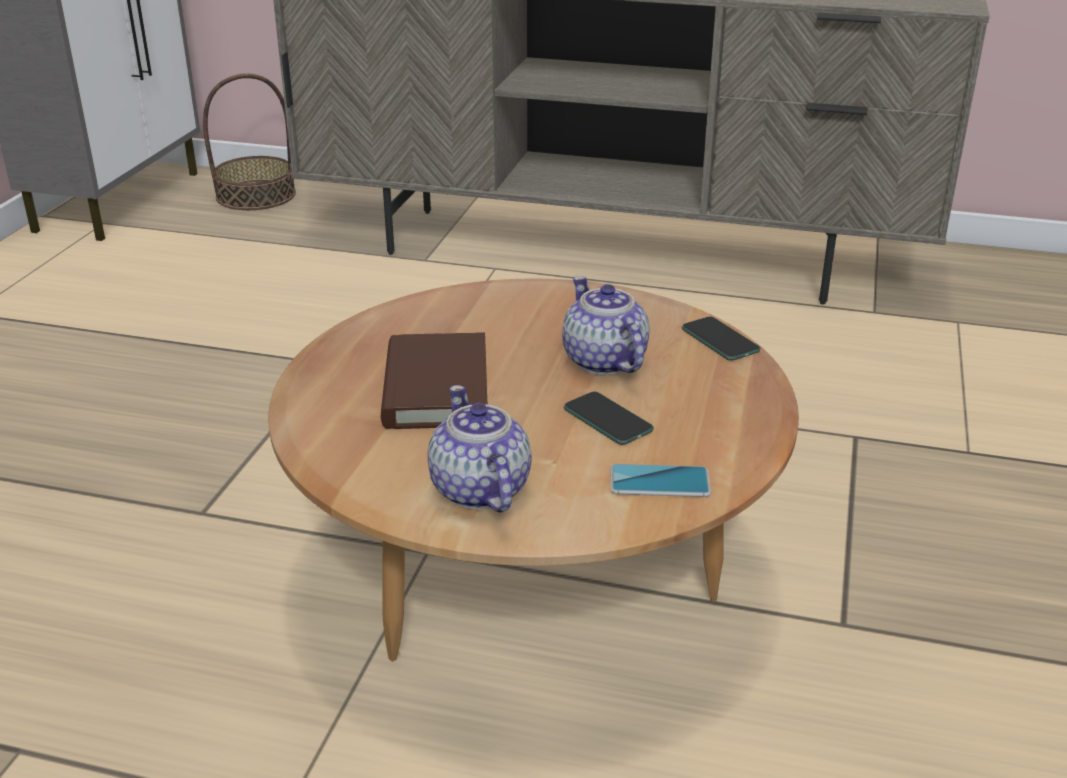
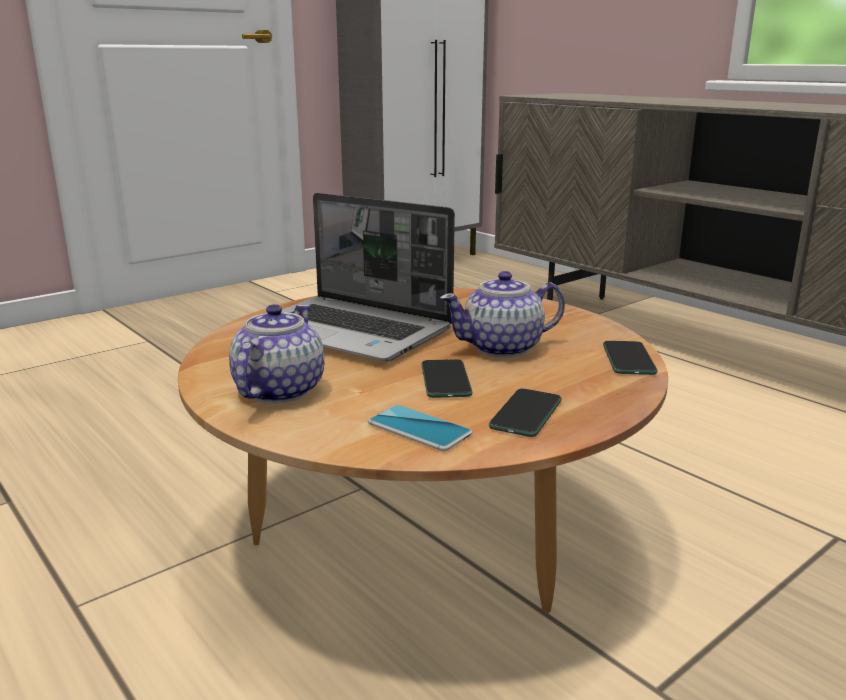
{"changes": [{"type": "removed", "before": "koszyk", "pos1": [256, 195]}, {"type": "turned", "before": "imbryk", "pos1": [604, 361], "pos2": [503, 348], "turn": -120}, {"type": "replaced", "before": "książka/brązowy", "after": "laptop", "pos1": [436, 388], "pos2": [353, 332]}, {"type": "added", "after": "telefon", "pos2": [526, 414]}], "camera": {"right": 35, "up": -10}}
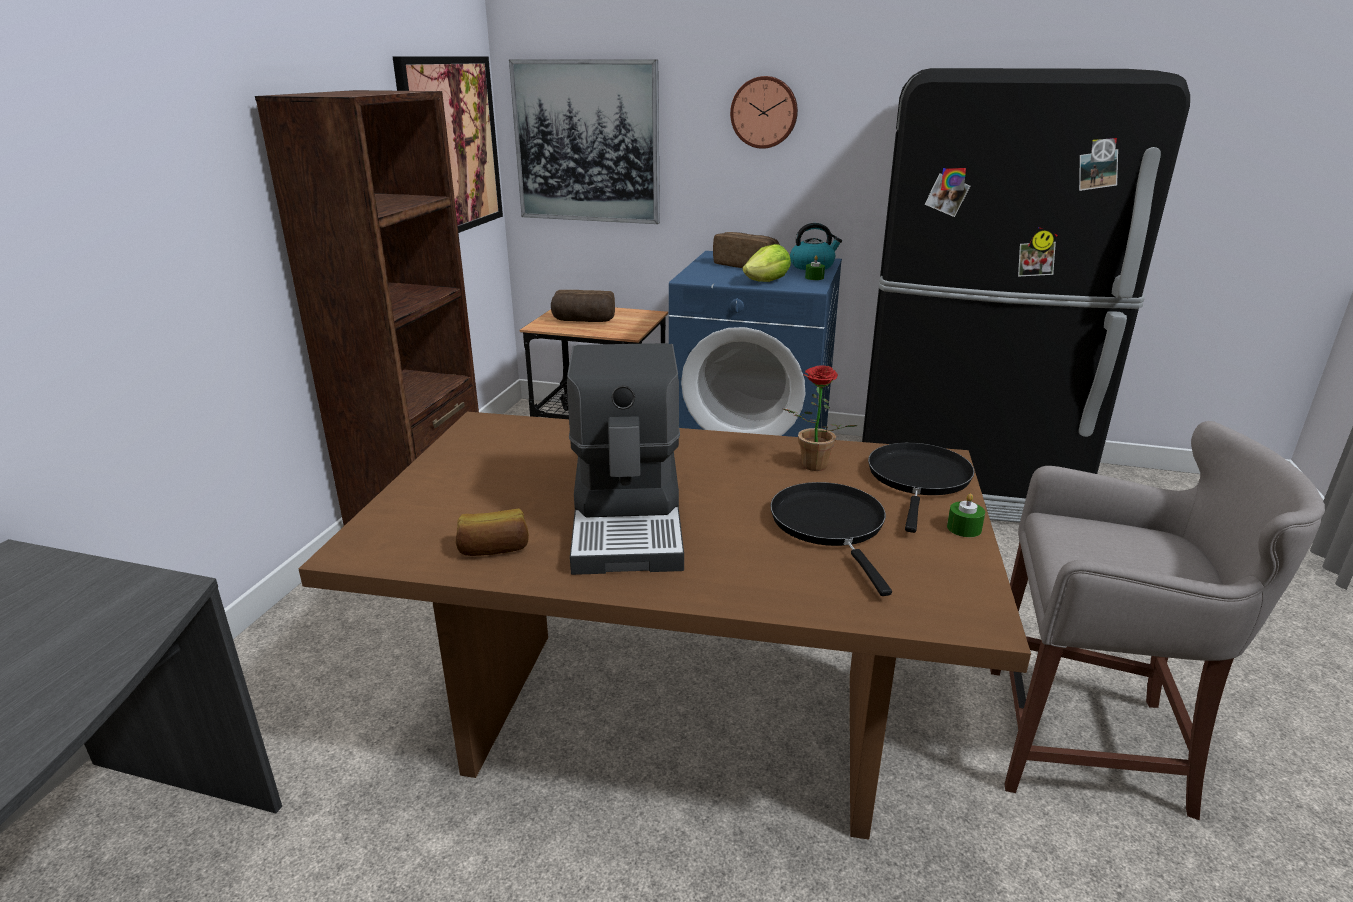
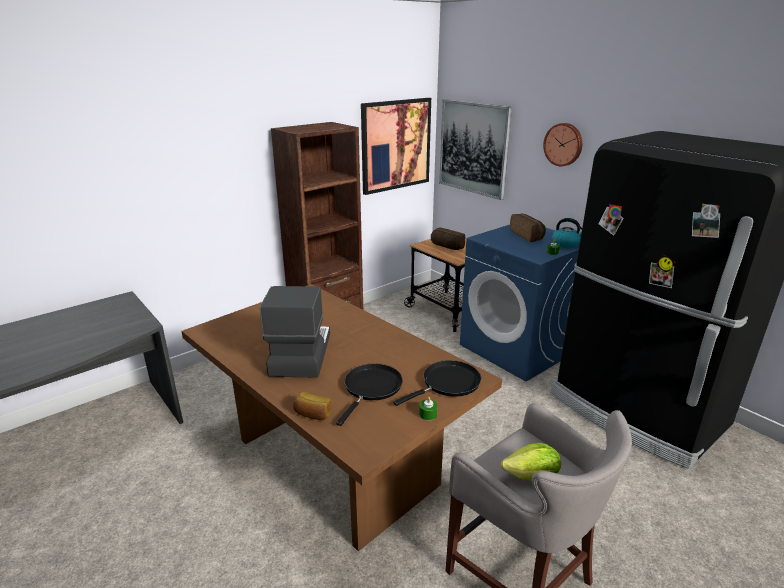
{"changes": [{"type": "moved", "before": "sałata", "pos1": [767, 282], "pos2": [532, 477]}, {"type": "turned", "before": "ekspres do kawy", "pos1": [630, 521], "pos2": [299, 354], "turn": 150}, {"type": "removed", "before": "roślina doniczkowa", "pos1": [811, 467]}, {"type": "moved", "before": "chleb", "pos1": [494, 549], "pos2": [312, 414]}], "camera": {"right": 35, "up": 0}}
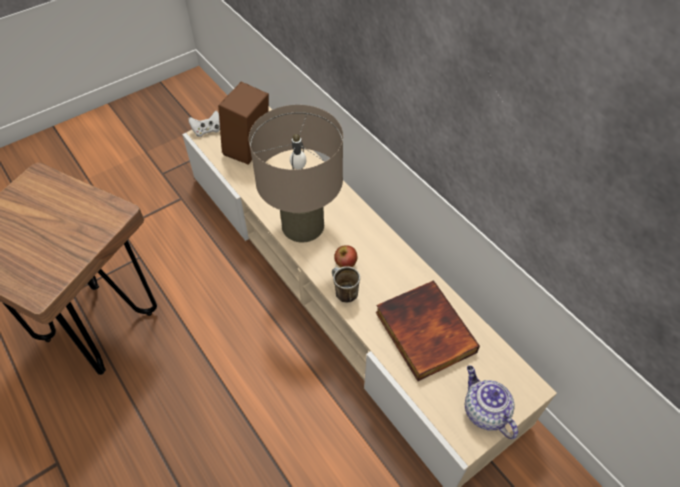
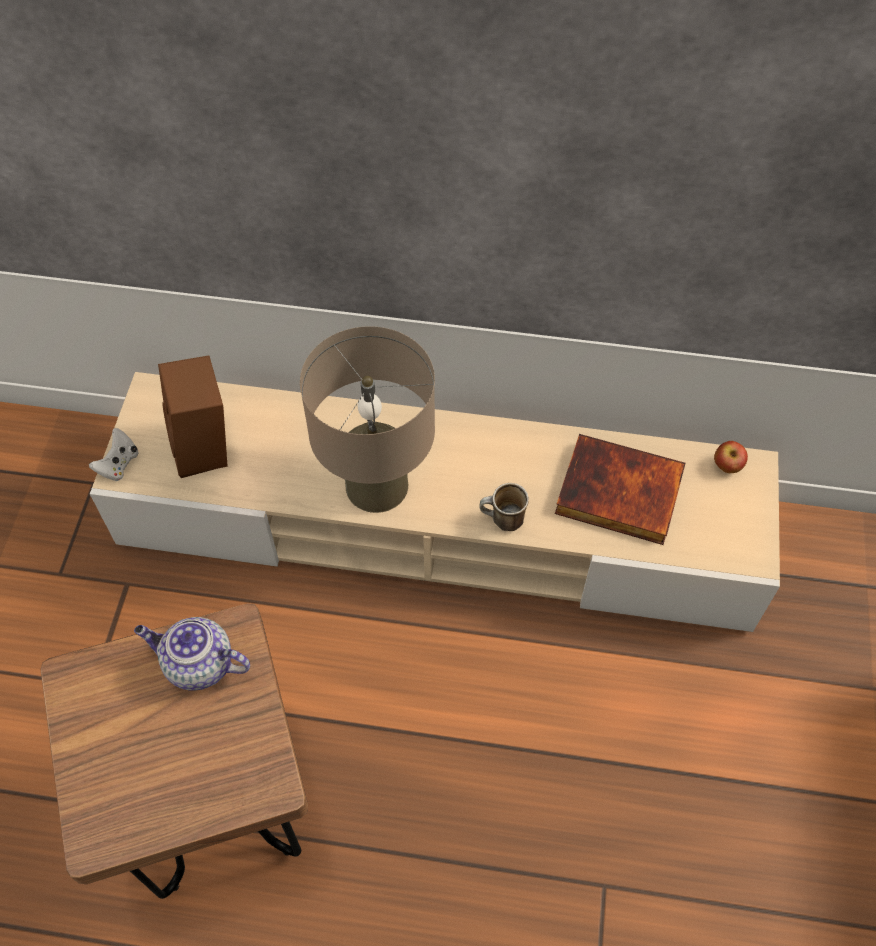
{"changes": [{"type": "moved", "before": "jabłko", "pos1": [345, 264], "pos2": [726, 467]}, {"type": "moved", "before": "imbryk", "pos1": [484, 411], "pos2": [198, 664]}], "camera": {"right": -45, "up": 5}}
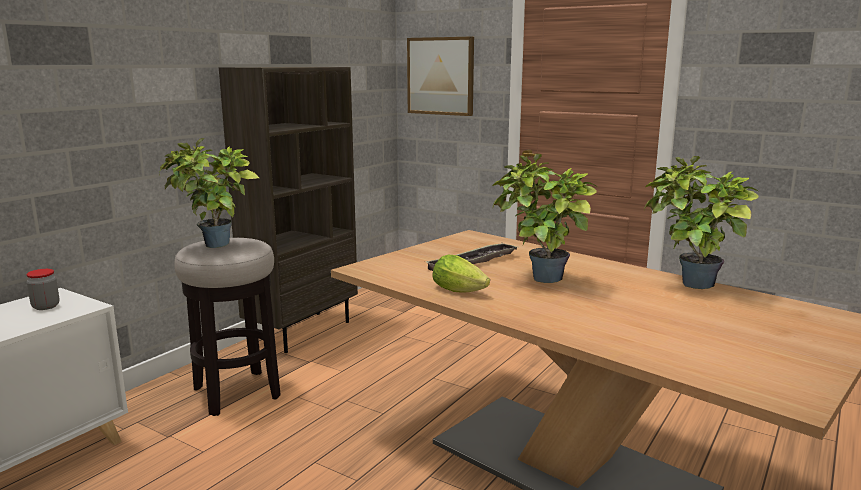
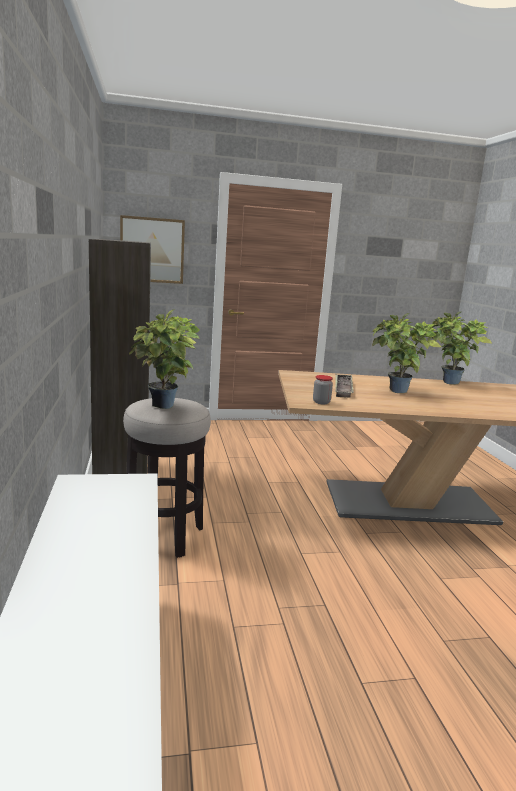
{"changes": [{"type": "removed", "before": "sałata", "pos1": [461, 291]}, {"type": "moved", "before": "słoik", "pos1": [46, 306], "pos2": [321, 402]}], "camera": {"right": -45, "up": 0}}
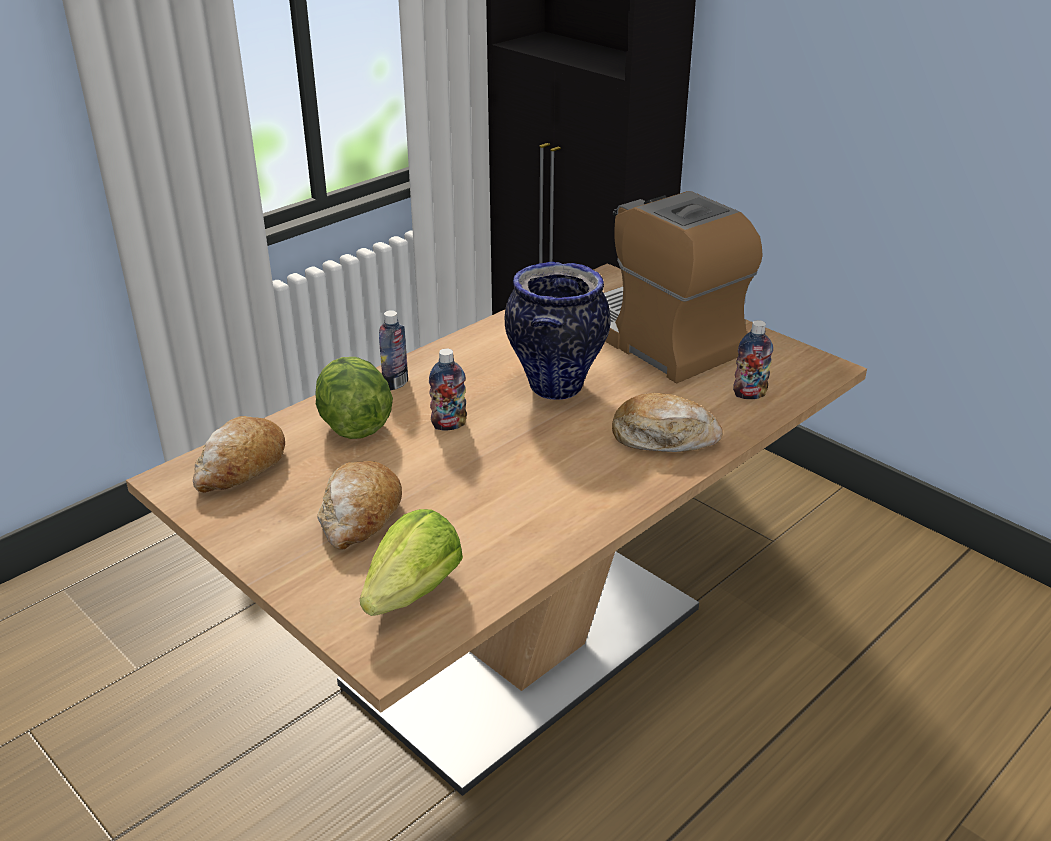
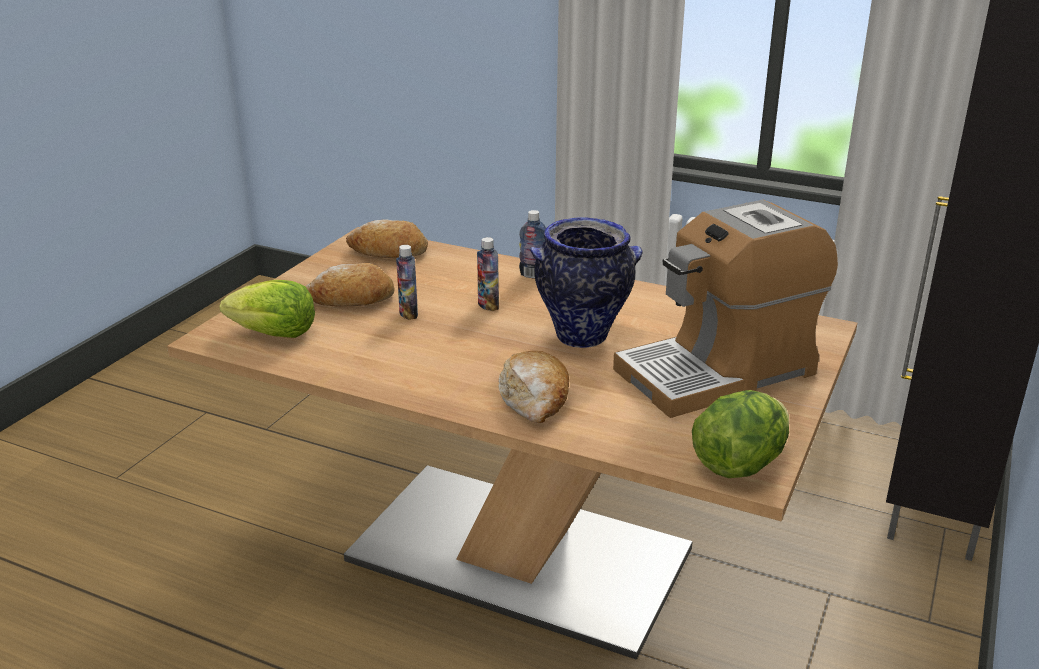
{"changes": [{"type": "turned", "before": "ekspres do kawy", "pos1": [658, 339], "pos2": [718, 371], "turn": -150}, {"type": "moved", "before": "butelka", "pos1": [749, 394], "pos2": [408, 314]}, {"type": "moved", "before": "sałata", "pos1": [354, 425], "pos2": [739, 464]}], "camera": {"right": 70, "up": -5}}
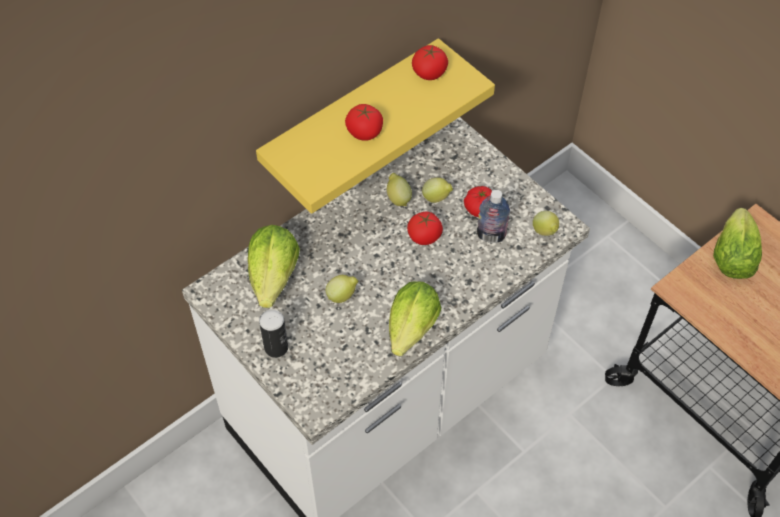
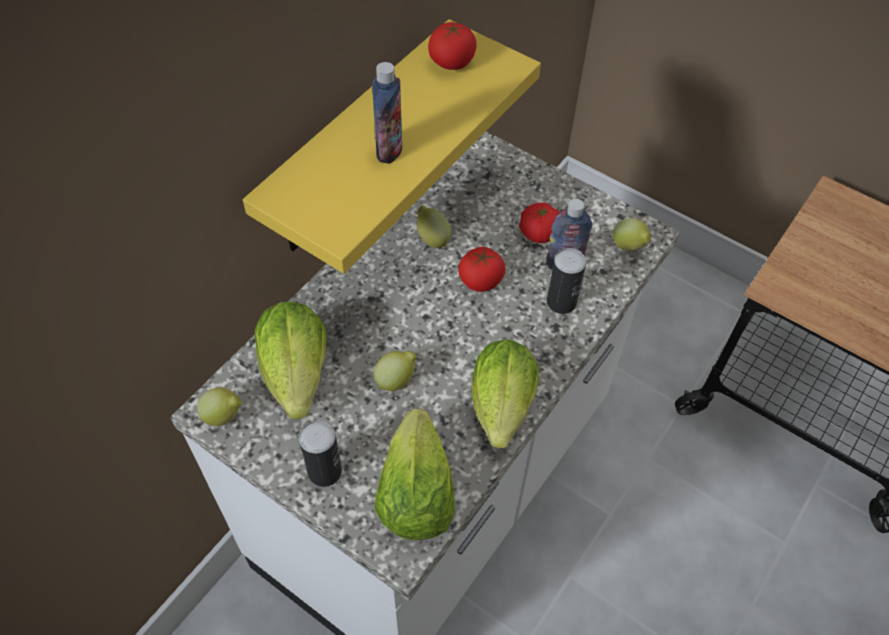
{"changes": [{"type": "replaced", "before": "pomidor", "after": "butelka", "pos1": [364, 132], "pos2": [389, 150]}, {"type": "moved", "before": "cytryna", "pos1": [437, 198], "pos2": [224, 416]}, {"type": "moved", "before": "sałata", "pos1": [732, 258], "pos2": [415, 495]}, {"type": "added", "after": "puszka", "pos2": [561, 302]}], "camera": {"right": -15, "up": 0}}
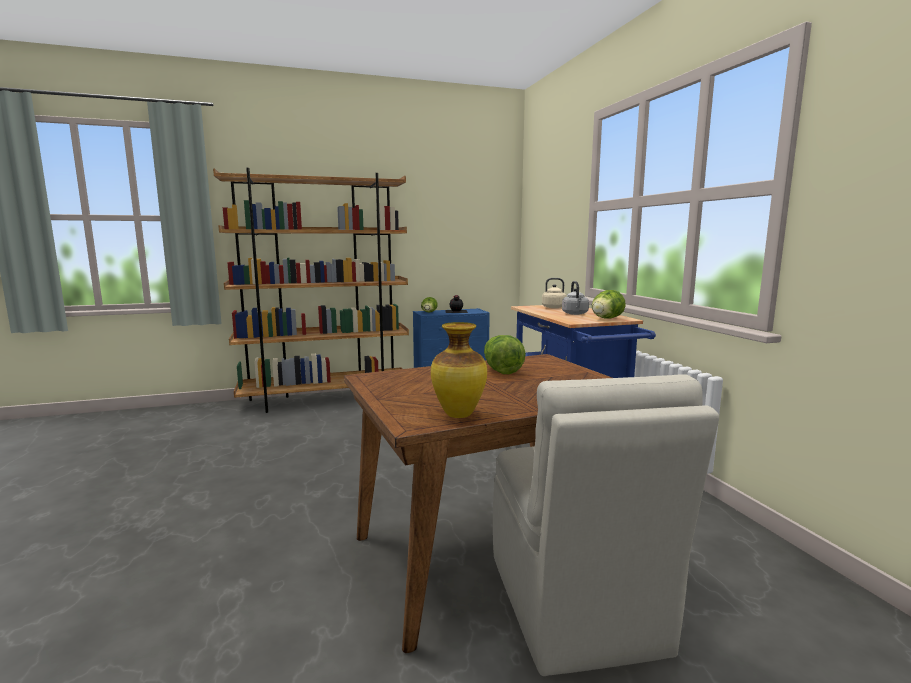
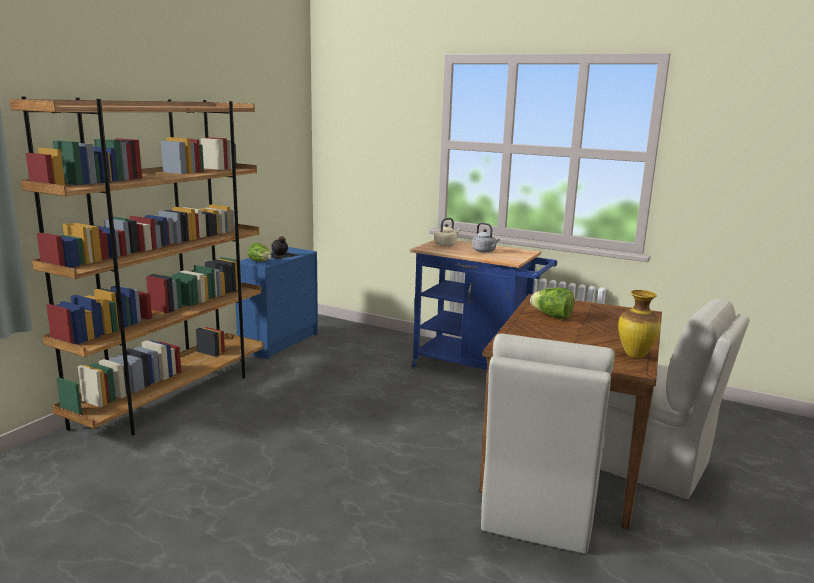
{"changes": [{"type": "removed", "before": "sałata", "pos1": [606, 319]}, {"type": "added", "after": "krzesło/beżowy", "pos2": [539, 507]}], "camera": {"right": -45, "up": 5}}
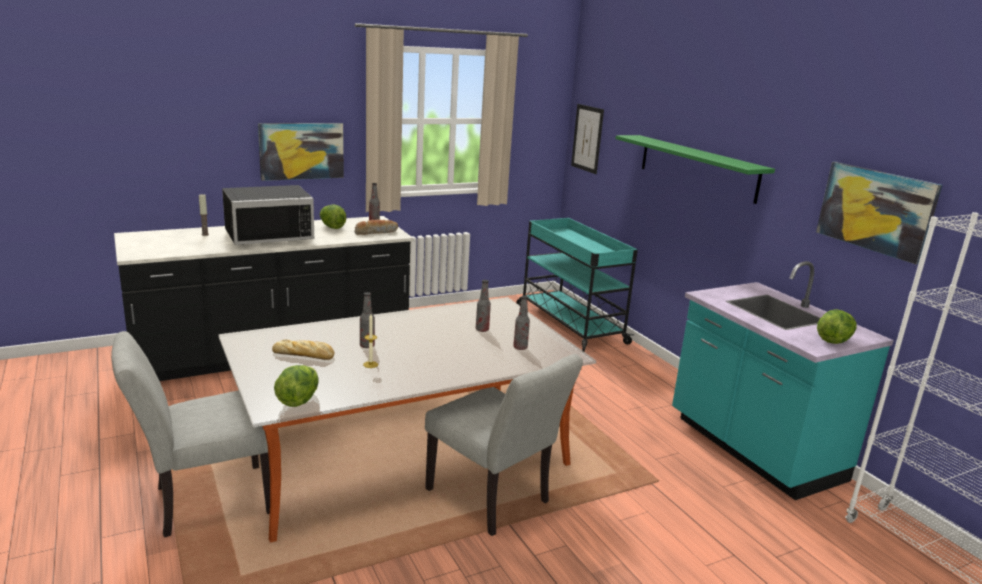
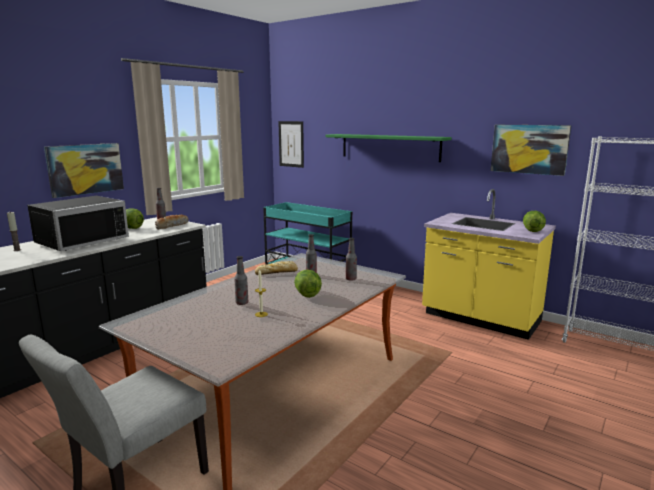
{"changes": [{"type": "recoloured", "before": "zabudowa kuchenna/turkusowy", "after": "zabudowa kuchenna/żółty", "pos1": [753, 449], "pos2": [480, 319]}, {"type": "moved", "before": "chleb", "pos1": [304, 355], "pos2": [277, 272]}, {"type": "removed", "before": "krzesło/szary", "pos1": [494, 500]}, {"type": "moved", "before": "sałata", "pos1": [298, 400], "pos2": [307, 294]}], "camera": {"right": -25, "up": -5}}
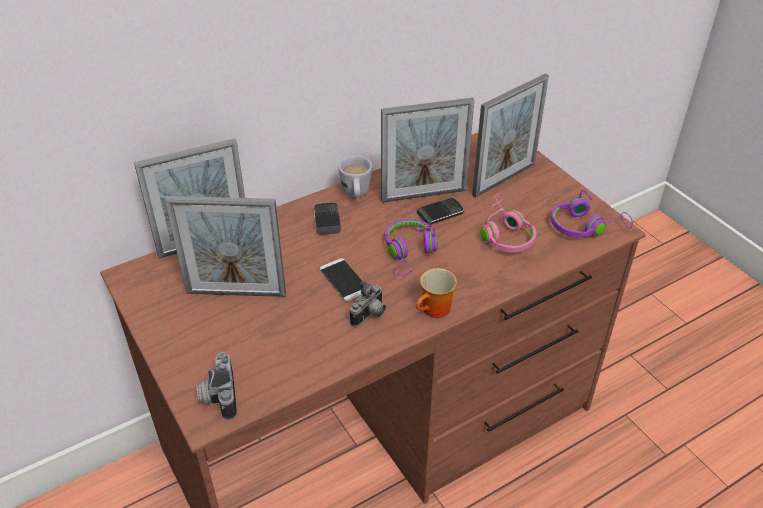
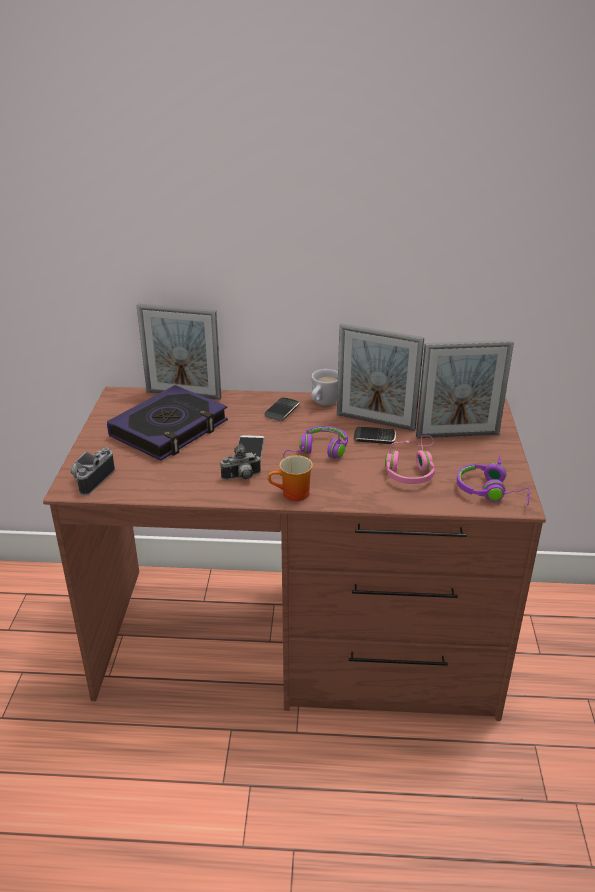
{"changes": [{"type": "replaced", "before": "ramka na zdjęcie", "after": "książka", "pos1": [236, 293], "pos2": [169, 429]}], "camera": {"right": 35, "up": -10}}
